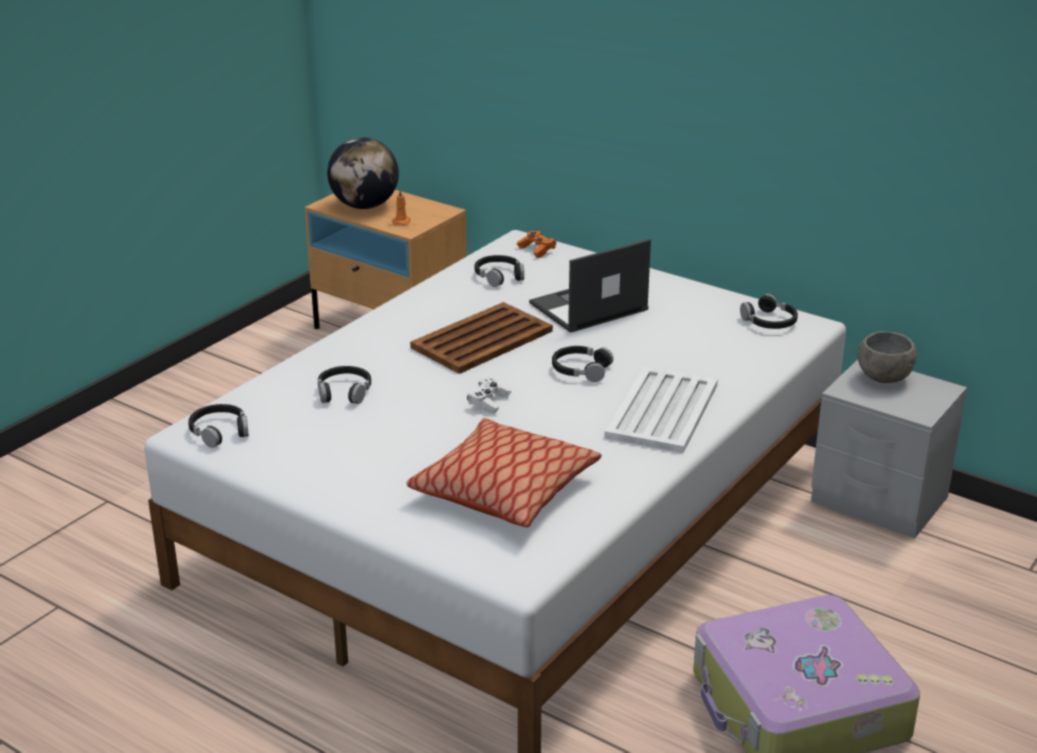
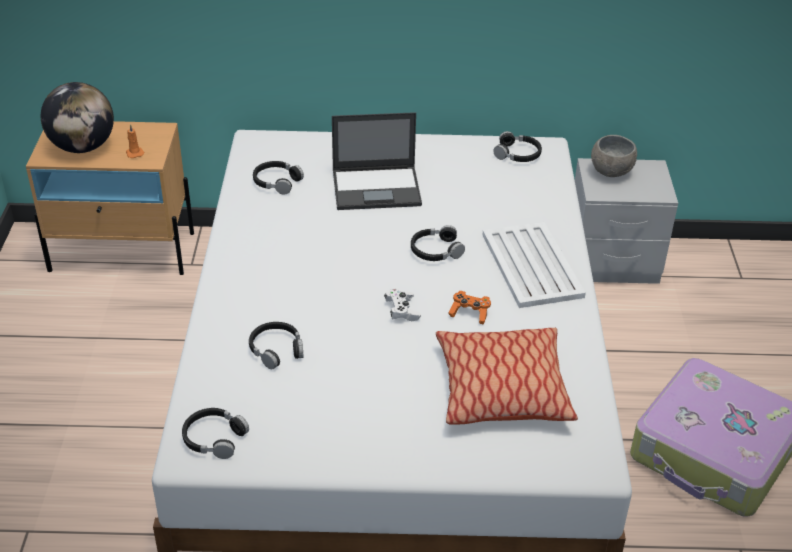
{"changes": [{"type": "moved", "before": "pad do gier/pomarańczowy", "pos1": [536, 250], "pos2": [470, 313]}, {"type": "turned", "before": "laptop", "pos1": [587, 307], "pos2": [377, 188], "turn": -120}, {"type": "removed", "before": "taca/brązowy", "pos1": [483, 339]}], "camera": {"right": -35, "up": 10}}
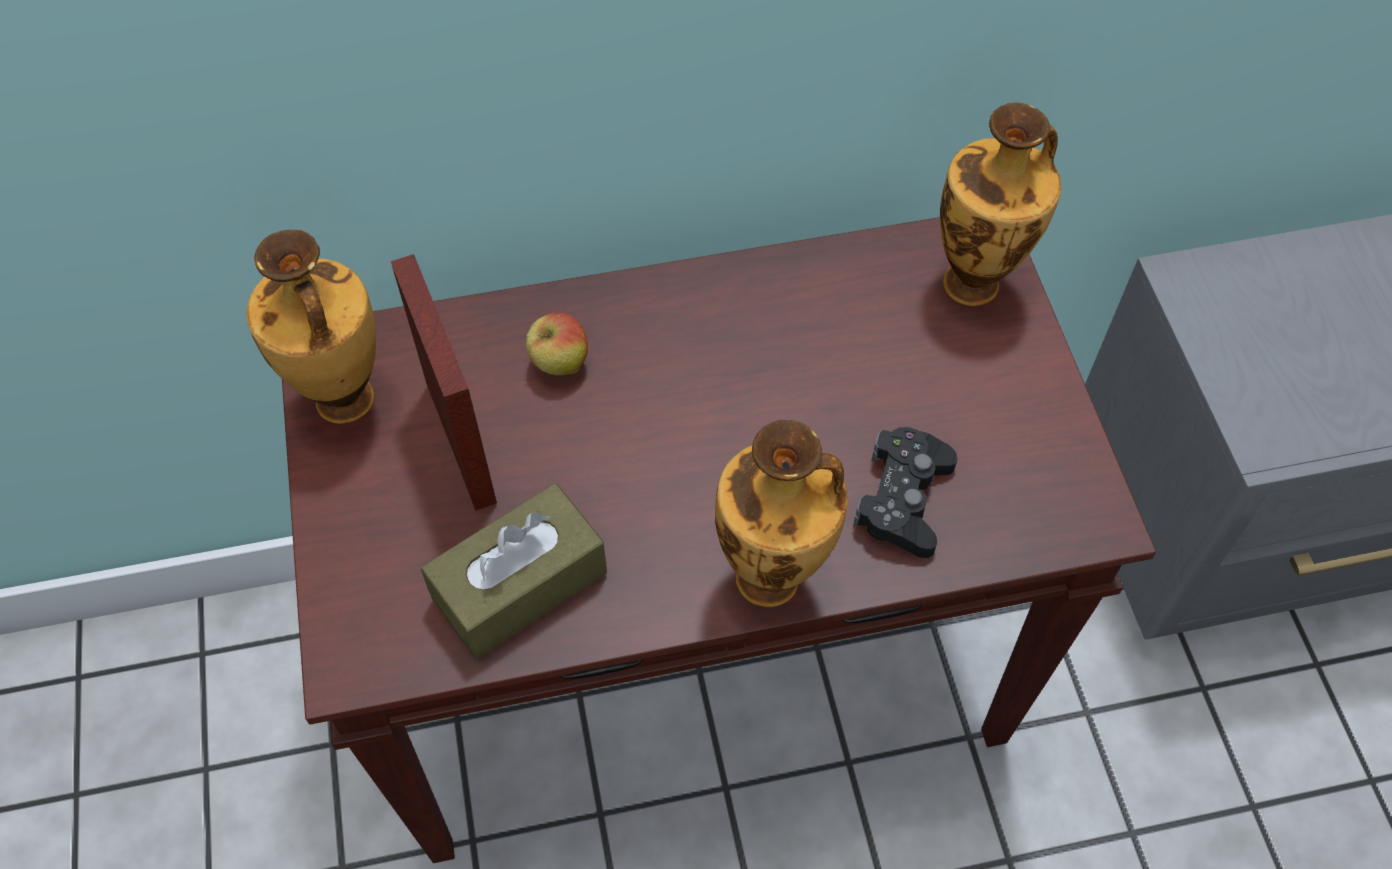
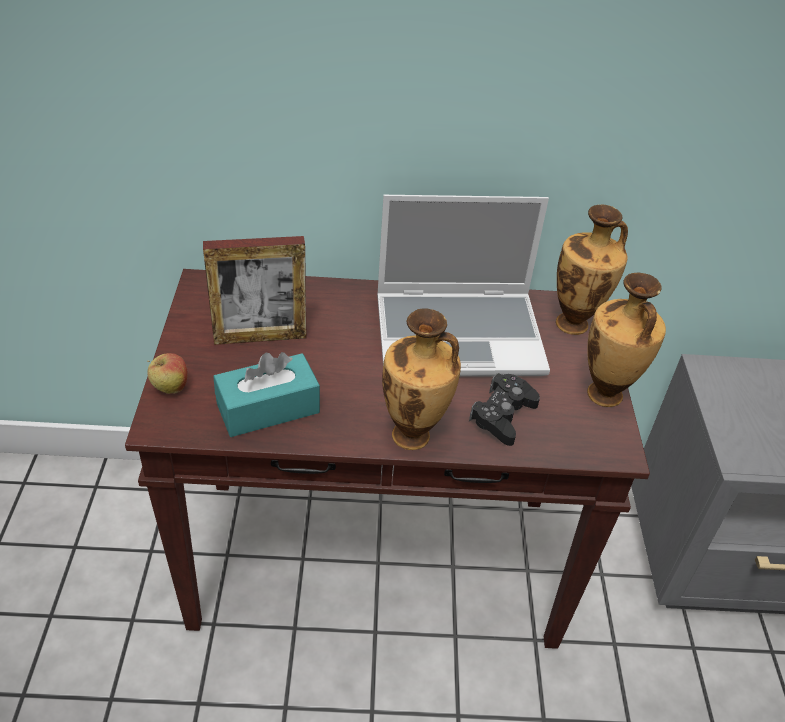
{"changes": [{"type": "moved", "before": "wazon", "pos1": [344, 403], "pos2": [605, 396]}, {"type": "turned", "before": "ramka na zdjęcie", "pos1": [461, 442], "pos2": [260, 337], "turn": 90}, {"type": "moved", "before": "jabłko", "pos1": [559, 364], "pos2": [170, 388]}, {"type": "recoloured", "before": "pudełko chusteczek/brązowy", "after": "pudełko chusteczek/turkusowy", "pos1": [520, 585], "pos2": [268, 408]}, {"type": "added", "after": "laptop", "pos2": [460, 334]}], "camera": {"right": 10, "up": -15}}
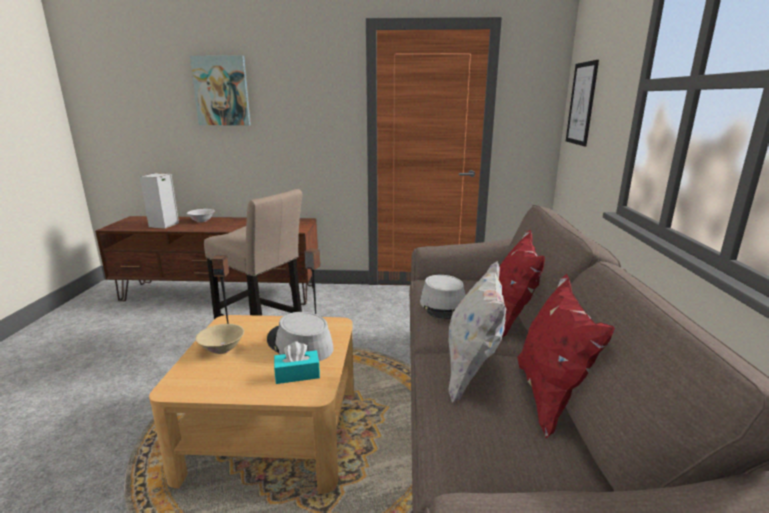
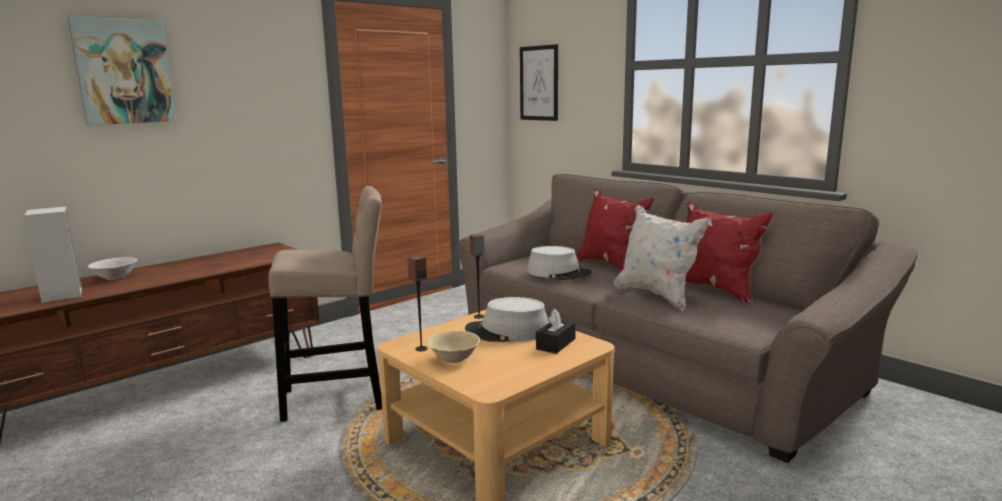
{"changes": [{"type": "recoloured", "before": "pudełko chusteczek/turkusowy", "after": "pudełko chusteczek/czarny", "pos1": [297, 374], "pos2": [556, 344]}], "camera": {"right": -45, "up": -5}}
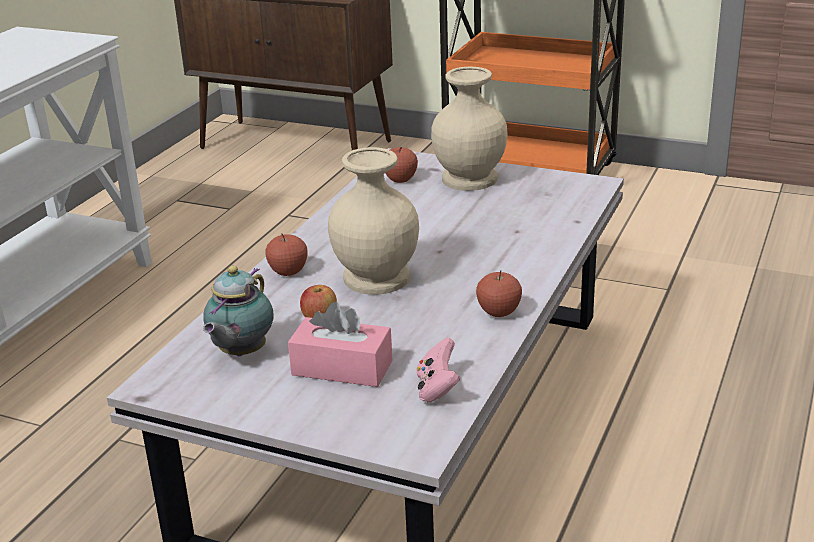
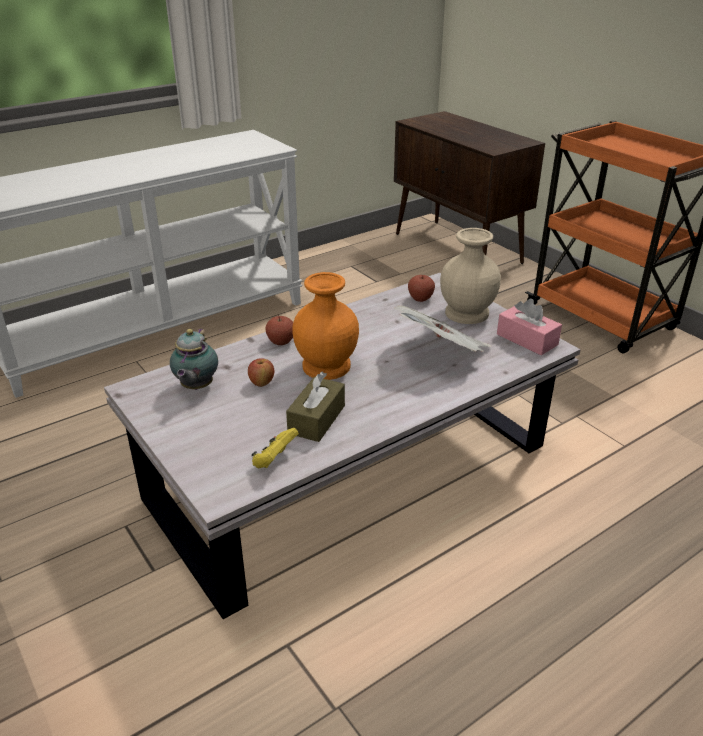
{"changes": [{"type": "recoloured", "before": "wazon/beżowy", "after": "wazon/pomarańczowy", "pos1": [376, 278], "pos2": [325, 366]}, {"type": "turned", "before": "imbryk", "pos1": [240, 353], "pos2": [196, 387], "turn": -45}, {"type": "removed", "before": "jabłko", "pos1": [499, 312]}, {"type": "moved", "before": "pudełko chusteczek/różowy", "pos1": [342, 368], "pos2": [527, 339]}, {"type": "recoloured", "before": "pad do gier/różowy", "after": "pad do gier/żółty", "pos1": [437, 389], "pos2": [274, 460]}, {"type": "added", "after": "gazeta", "pos2": [443, 352]}, {"type": "added", "after": "pudełko chusteczek/brązowy", "pos2": [316, 419]}], "camera": {"right": 30, "up": 5}}
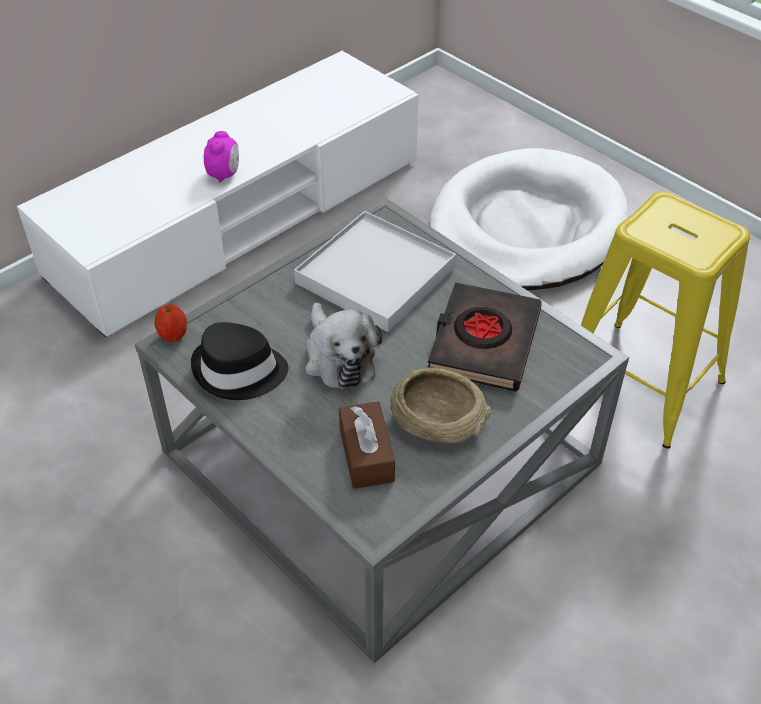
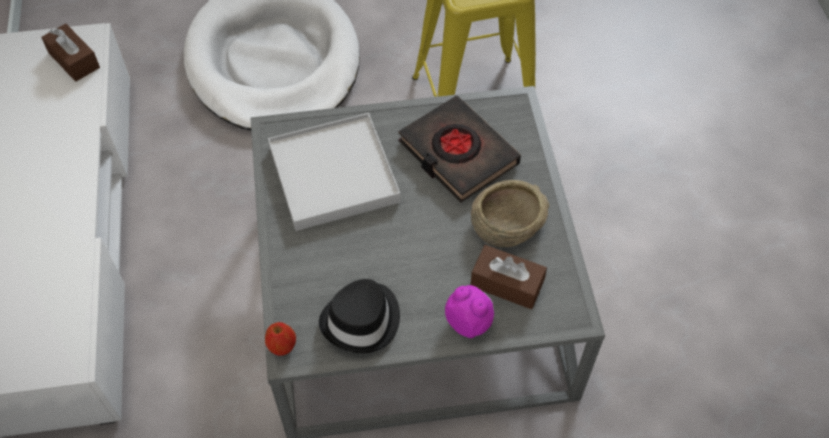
{"changes": [{"type": "moved", "before": "budzik", "pos1": [224, 174], "pos2": [468, 323]}, {"type": "removed", "before": "pluszak", "pos1": [338, 357]}, {"type": "added", "after": "pudełko chusteczek/brązowy", "pos2": [74, 60]}], "camera": {"right": -55, "up": 10}}
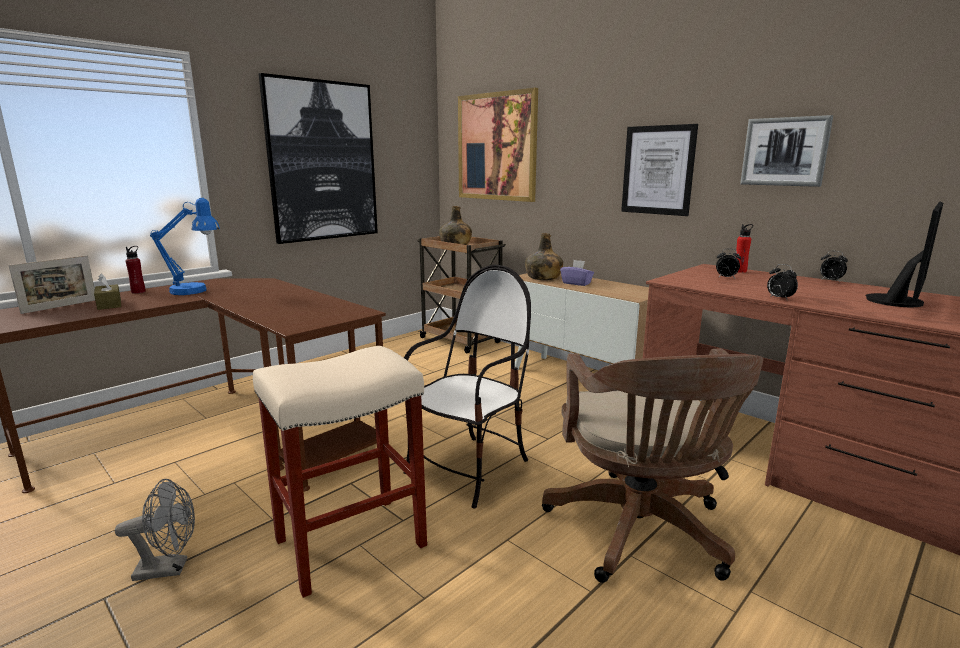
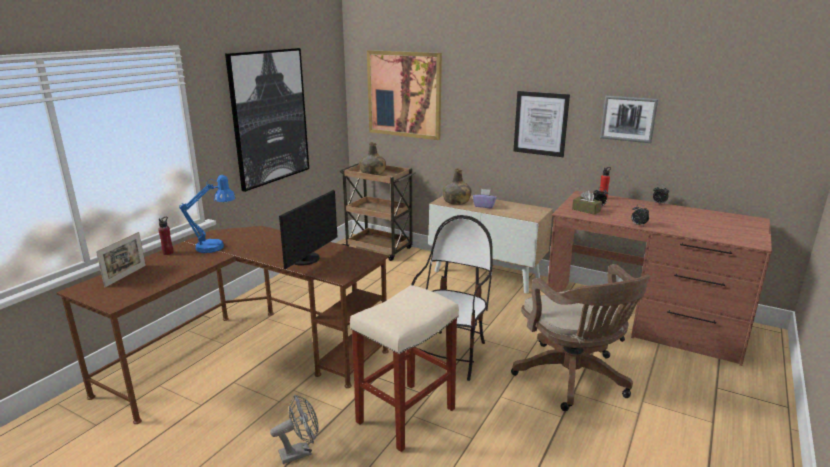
{"changes": [{"type": "moved", "before": "monitor", "pos1": [901, 302], "pos2": [307, 259]}, {"type": "moved", "before": "pudełko chusteczek/brązowy", "pos1": [109, 304], "pos2": [586, 210]}], "camera": {"right": -15, "up": 5}}
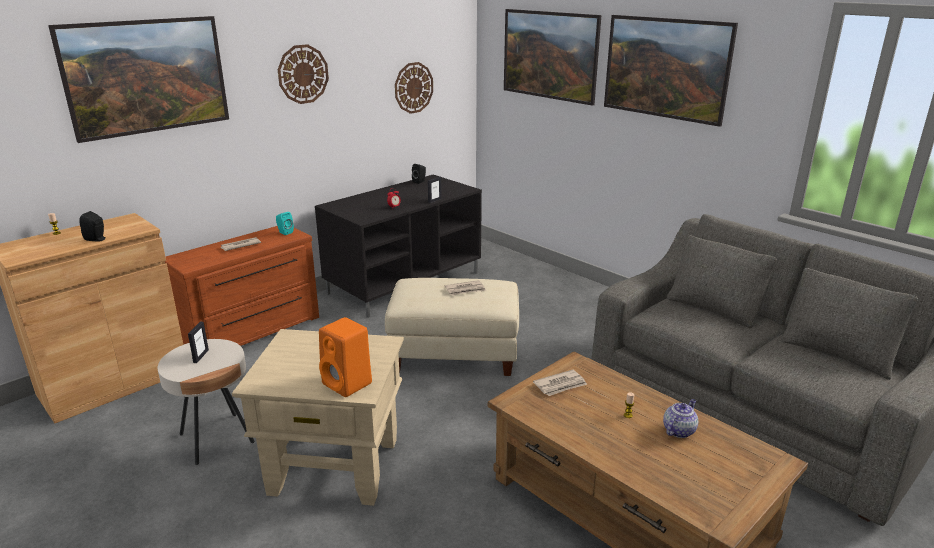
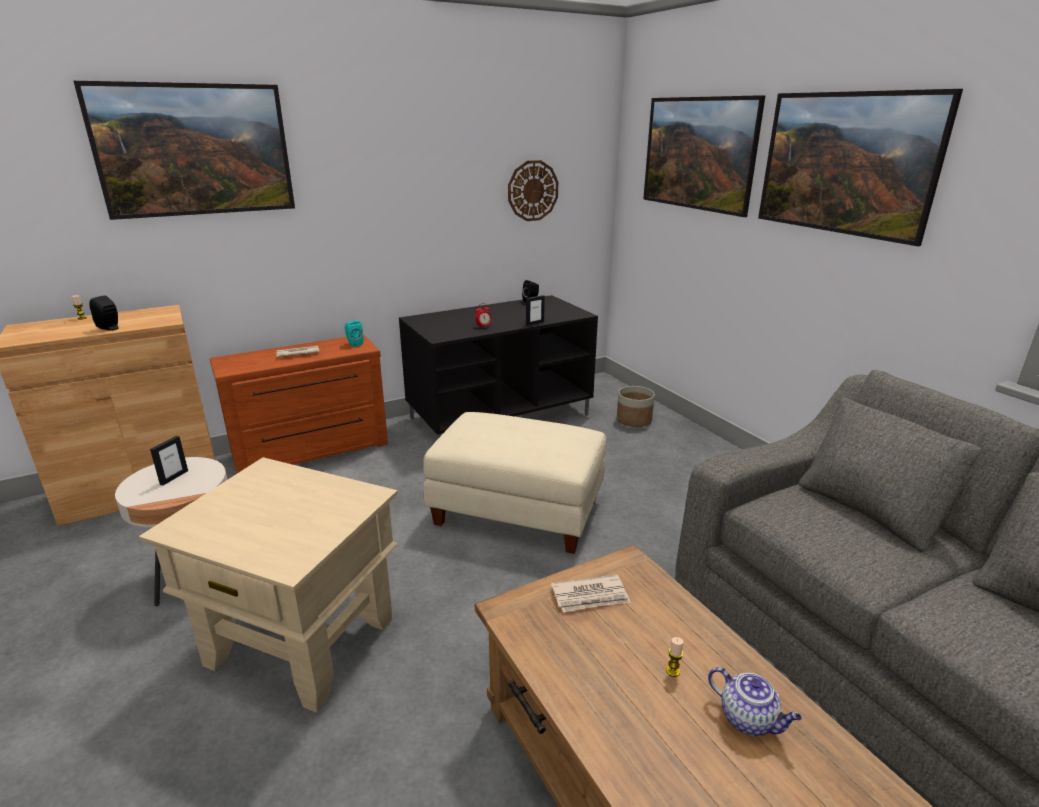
{"changes": [{"type": "removed", "before": "zegar ścienny", "pos1": [303, 74]}, {"type": "removed", "before": "gazeta", "pos1": [465, 290]}, {"type": "removed", "before": "głośnik/pomarańczowy", "pos1": [348, 384]}, {"type": "turned", "before": "imbryk", "pos1": [678, 430], "pos2": [749, 719], "turn": 75}, {"type": "added", "after": "donica", "pos2": [633, 420]}], "camera": {"right": 15, "up": 0}}
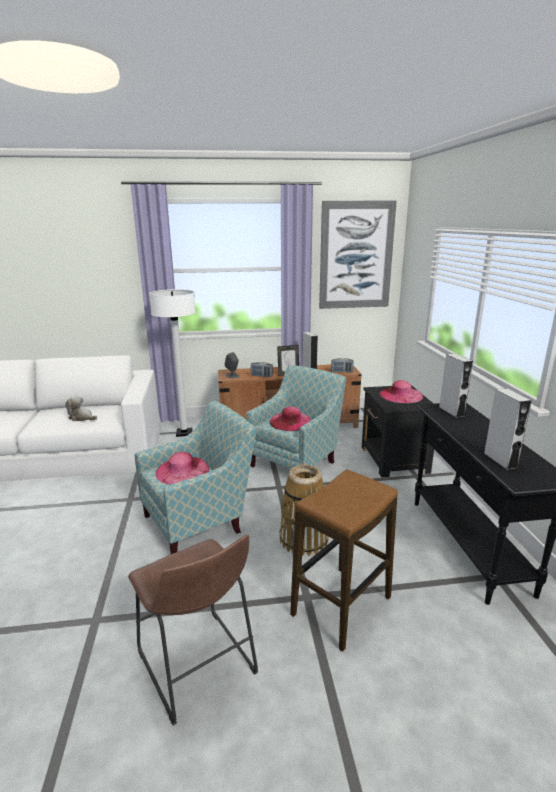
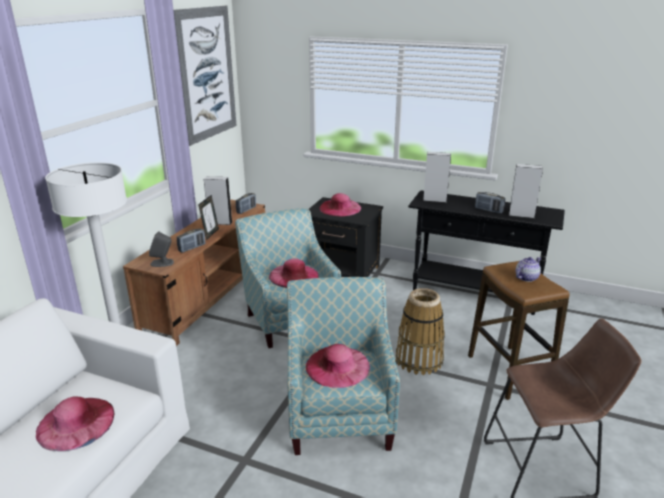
{"changes": [{"type": "replaced", "before": "pluszak", "after": "kapelusz/różowy", "pos1": [82, 417], "pos2": [76, 423]}, {"type": "added", "after": "radio", "pos2": [488, 210]}, {"type": "added", "after": "imbryk", "pos2": [526, 277]}], "camera": {"right": -60, "up": 5}}
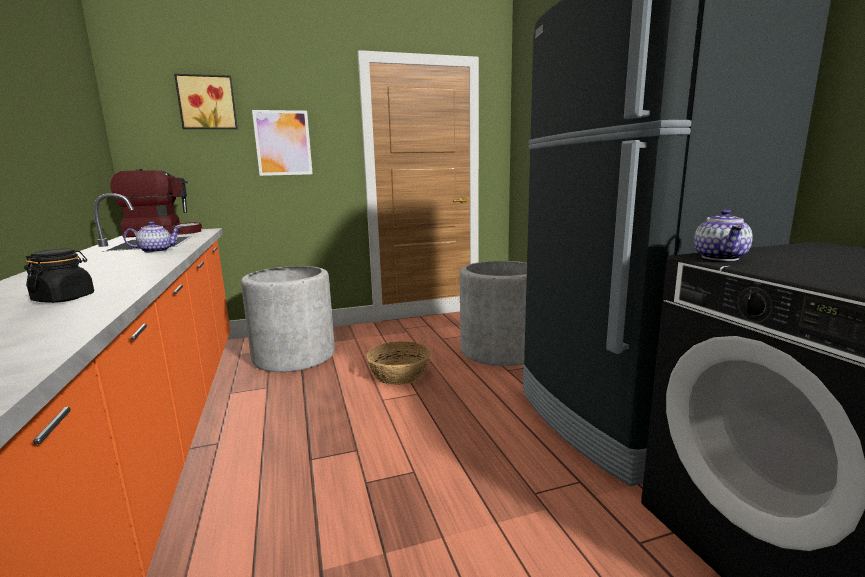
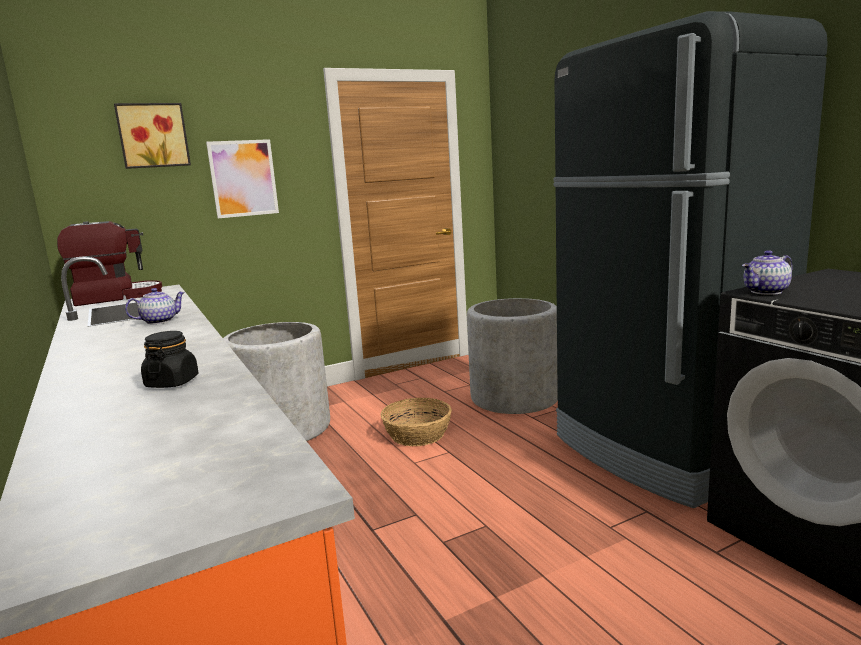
{"changes": [{"type": "turned", "before": "imbryk", "pos1": [721, 258], "pos2": [766, 292], "turn": 60}], "camera": {"right": -10, "up": 0}}
